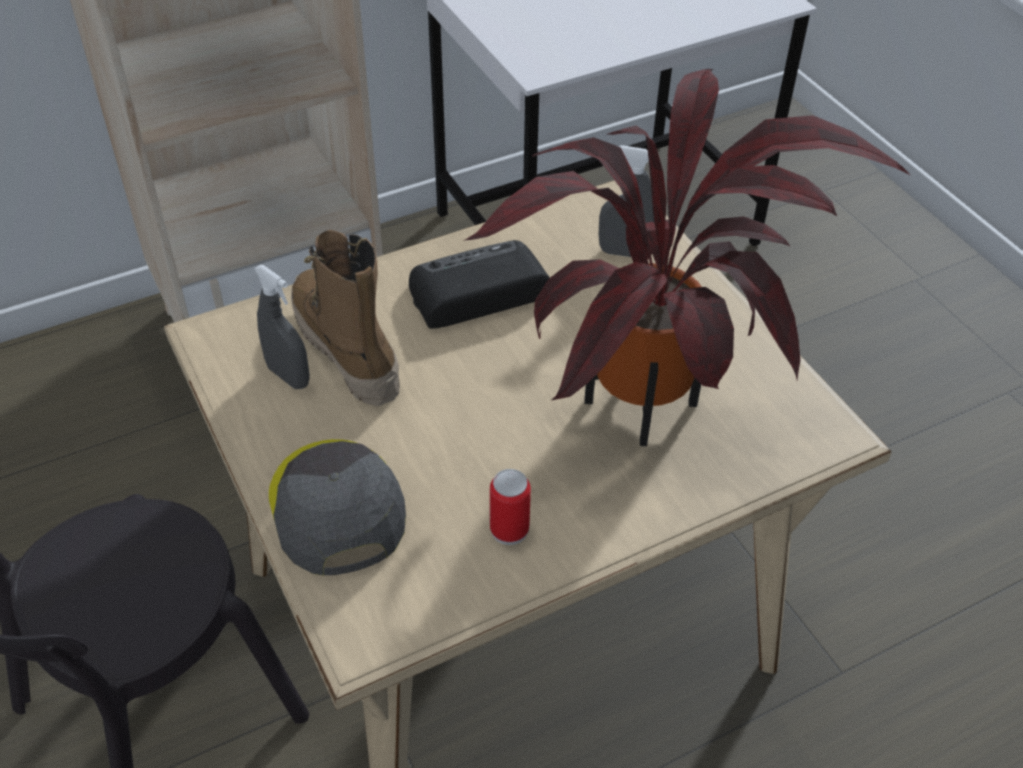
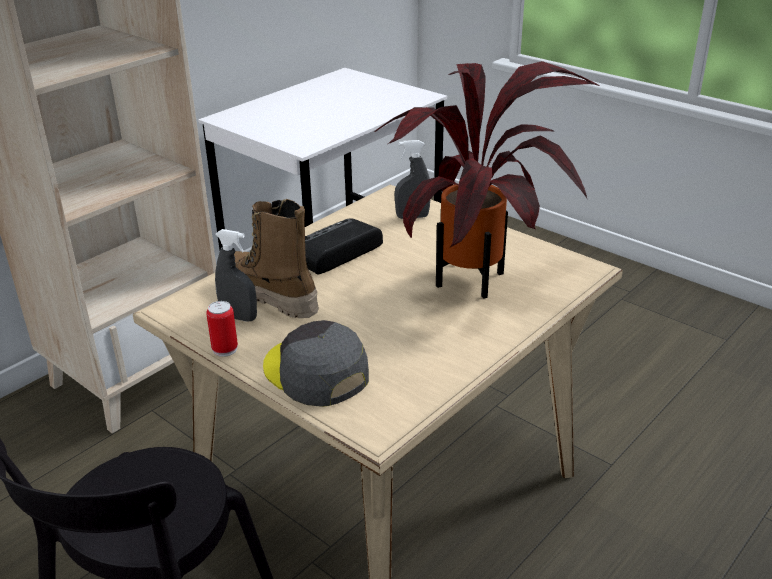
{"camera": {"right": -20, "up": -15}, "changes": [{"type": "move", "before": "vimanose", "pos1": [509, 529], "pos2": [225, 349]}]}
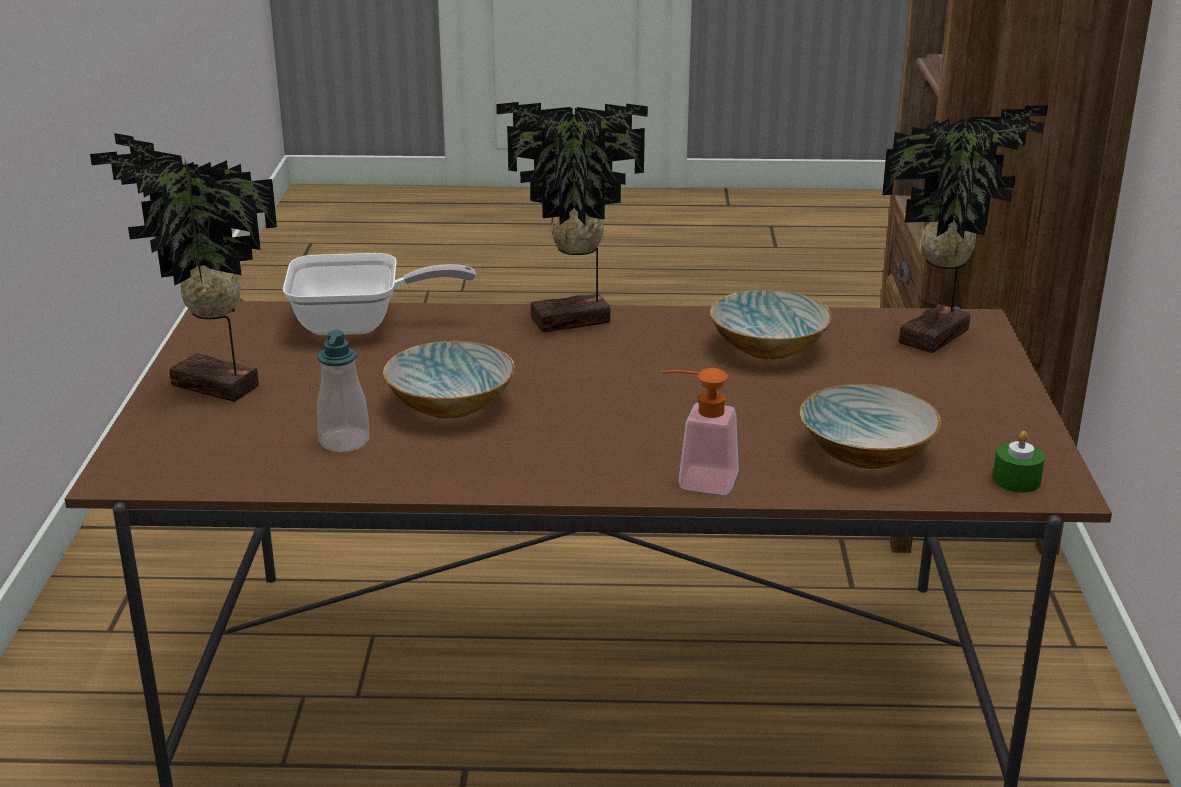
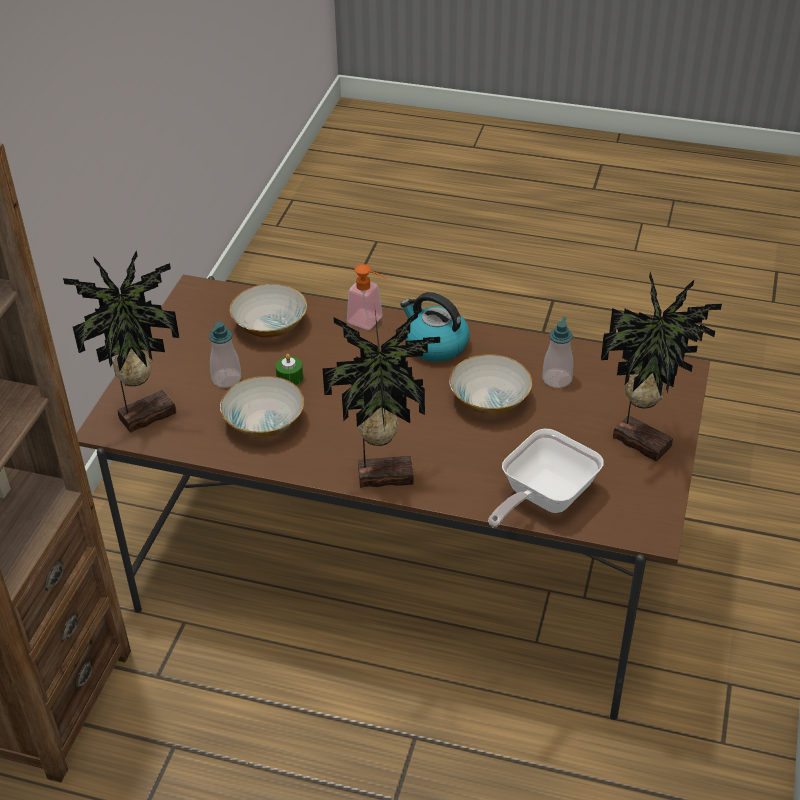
{"camera": {"right": -165, "up": 15}, "changes": [{"type": "insert", "after": "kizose", "pos2": [226, 379]}, {"type": "insert", "after": "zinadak", "pos2": [435, 345]}, {"type": "move", "before": "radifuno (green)", "pos1": [1016, 480], "pos2": [290, 378]}, {"type": "rotate", "before": "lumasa", "pos1": [359, 325], "pos2": [542, 498], "turn": -60}]}
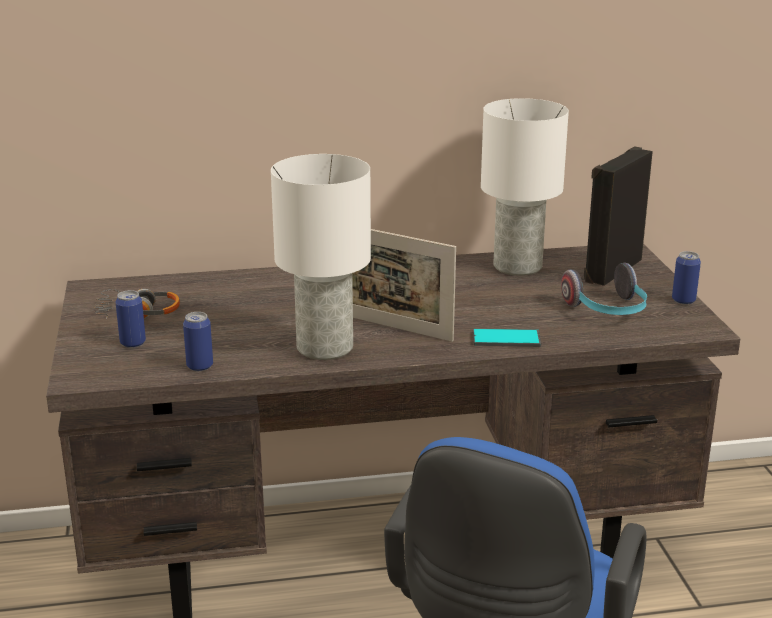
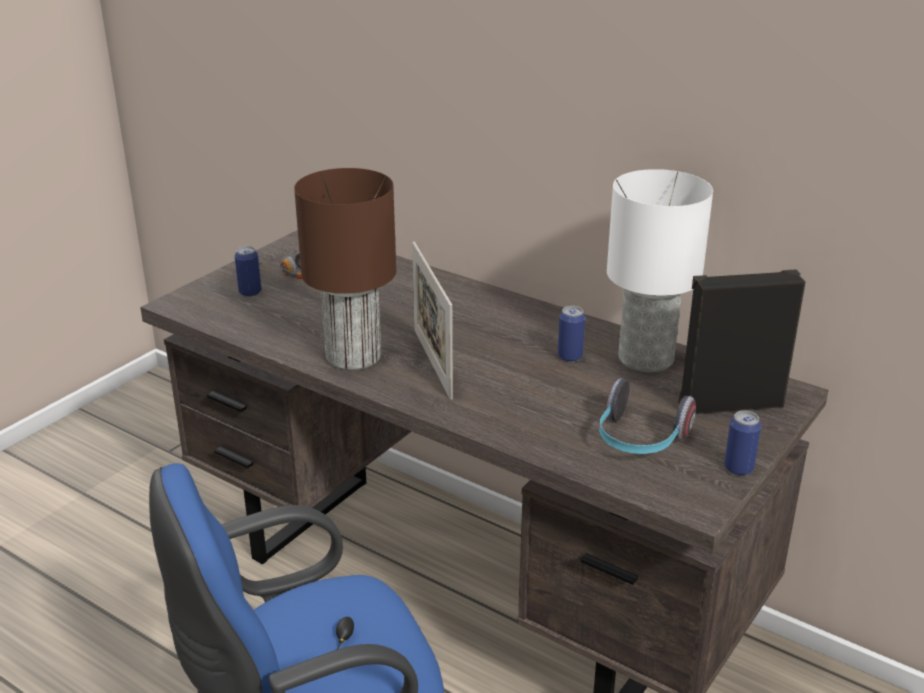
{"camera": {"right": 45, "up": 5}, "changes": [{"type": "delete", "before": "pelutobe", "pos1": [506, 339]}, {"type": "move", "before": "vimanose", "pos1": [200, 366], "pos2": [570, 356]}, {"type": "recolor", "before": "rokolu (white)", "after": "rokolu (brown)", "pos1": [326, 347], "pos2": [355, 357]}]}
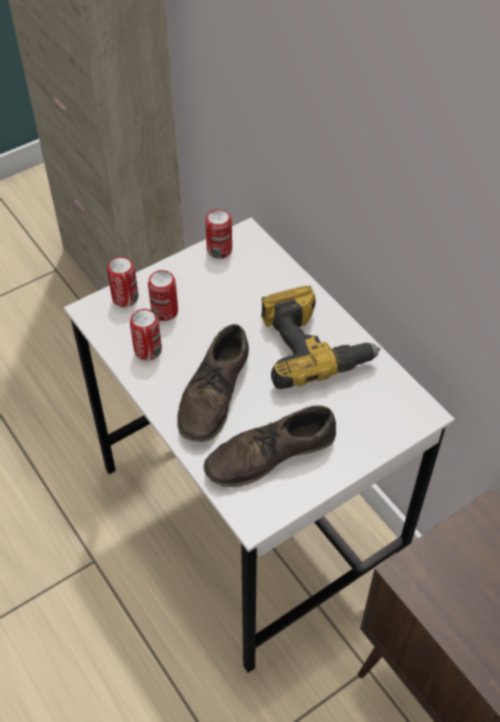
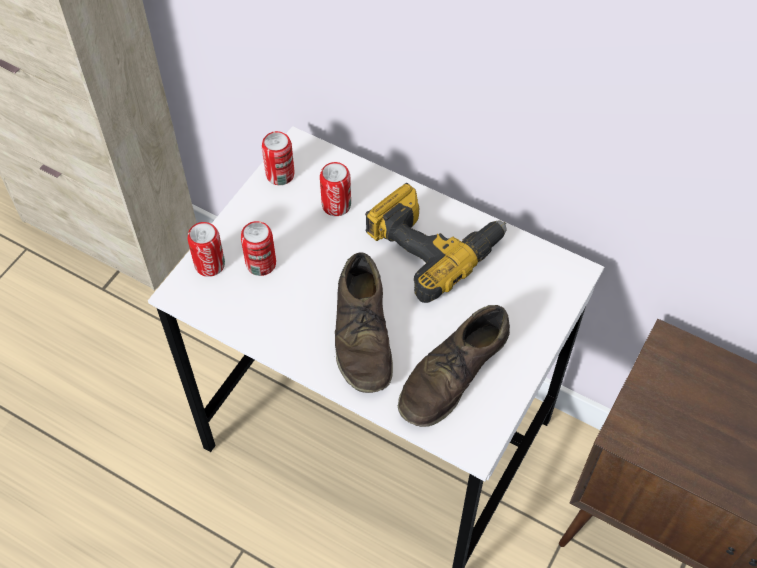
{"camera": {"right": -25, "up": 5}, "changes": [{"type": "move", "before": "vimanose", "pos1": [148, 350], "pos2": [336, 205]}]}
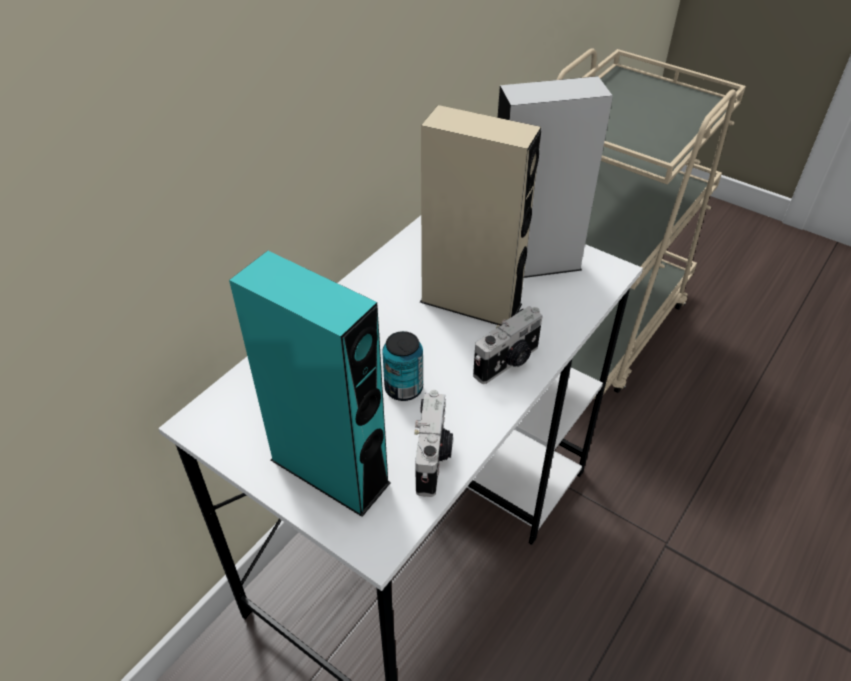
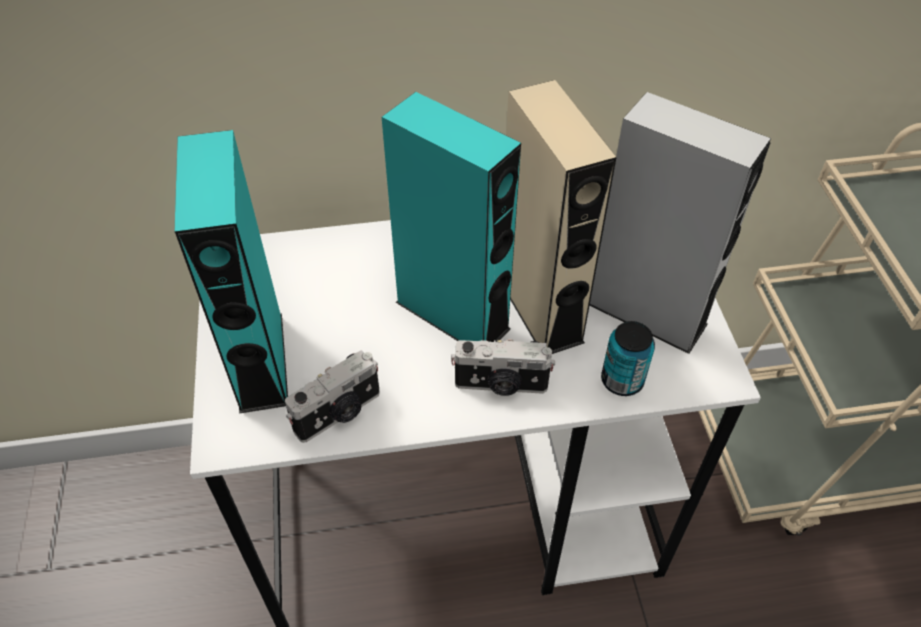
{"camera": {"right": 45, "up": 5}, "changes": [{"type": "insert", "after": "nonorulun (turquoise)", "pos2": [452, 315]}, {"type": "move", "before": "vimanose", "pos1": [403, 388], "pos2": [622, 380]}]}
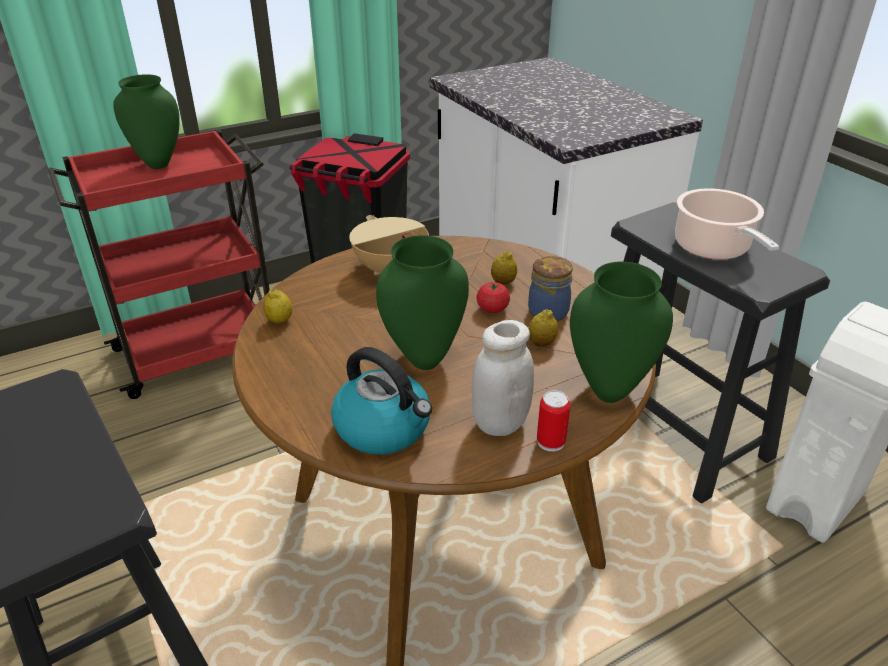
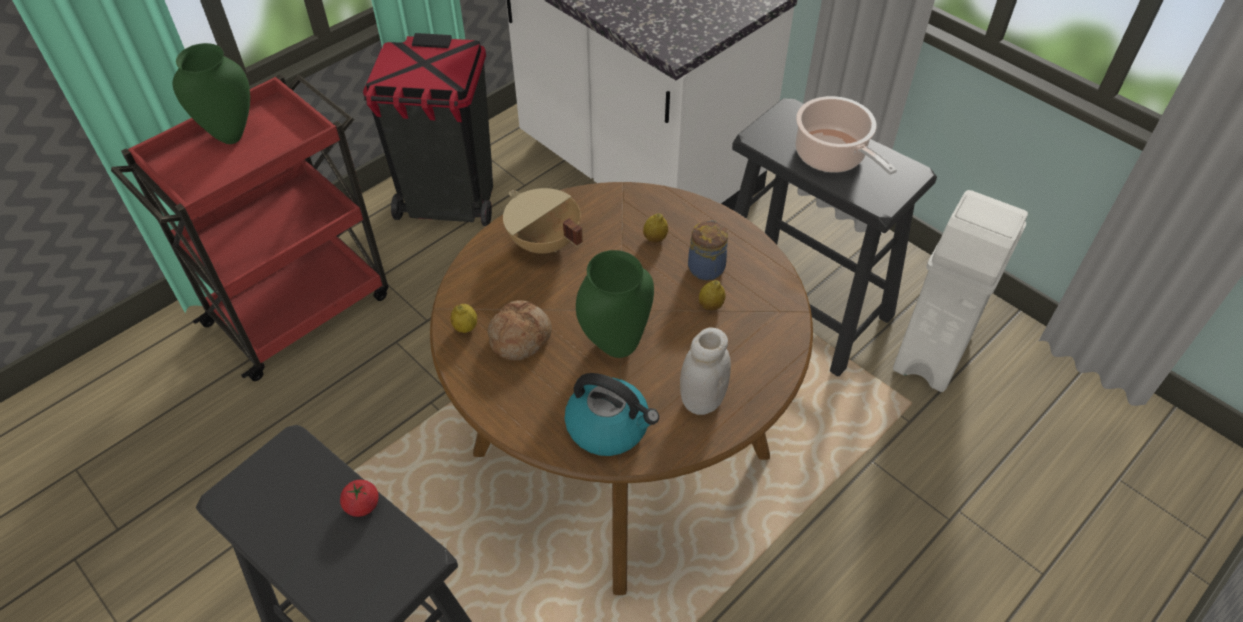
{"camera": {"right": -15, "up": 15}, "changes": [{"type": "delete", "before": "vimanose", "pos1": [550, 442]}, {"type": "delete", "before": "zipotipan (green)", "pos1": [608, 392]}, {"type": "insert", "after": "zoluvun", "pos2": [519, 336]}, {"type": "move", "before": "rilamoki", "pos1": [492, 309], "pos2": [362, 505]}]}
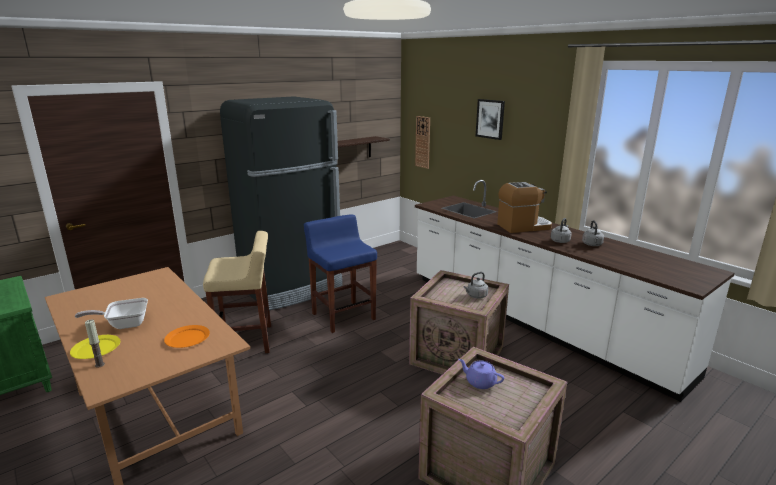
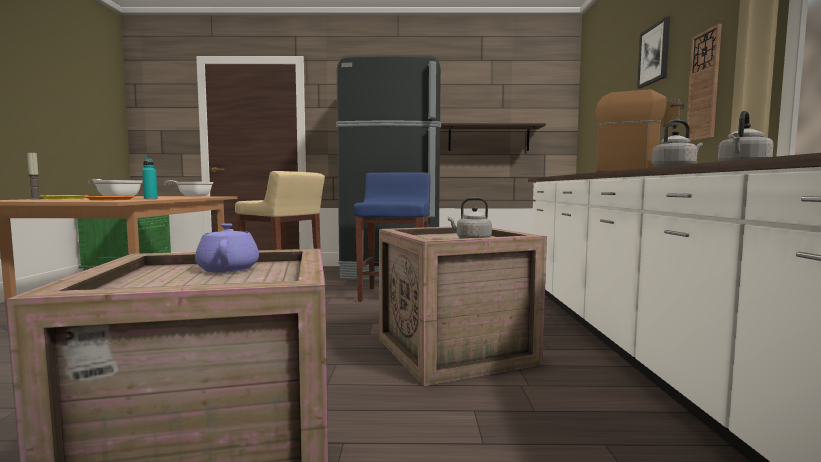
{"camera": {"right": 40, "up": -15}, "changes": [{"type": "insert", "after": "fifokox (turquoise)", "pos2": [150, 199]}, {"type": "insert", "after": "lumasa", "pos2": [192, 196]}, {"type": "move", "before": "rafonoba", "pos1": [423, 142], "pos2": [704, 85]}]}
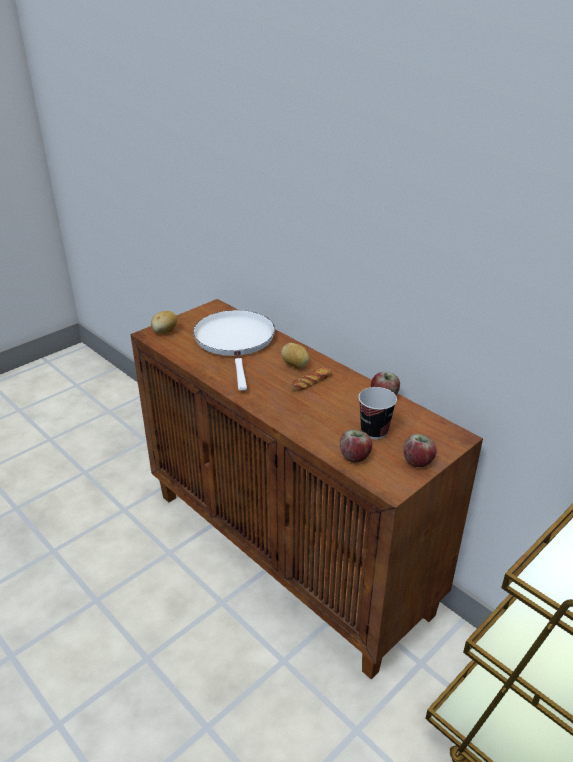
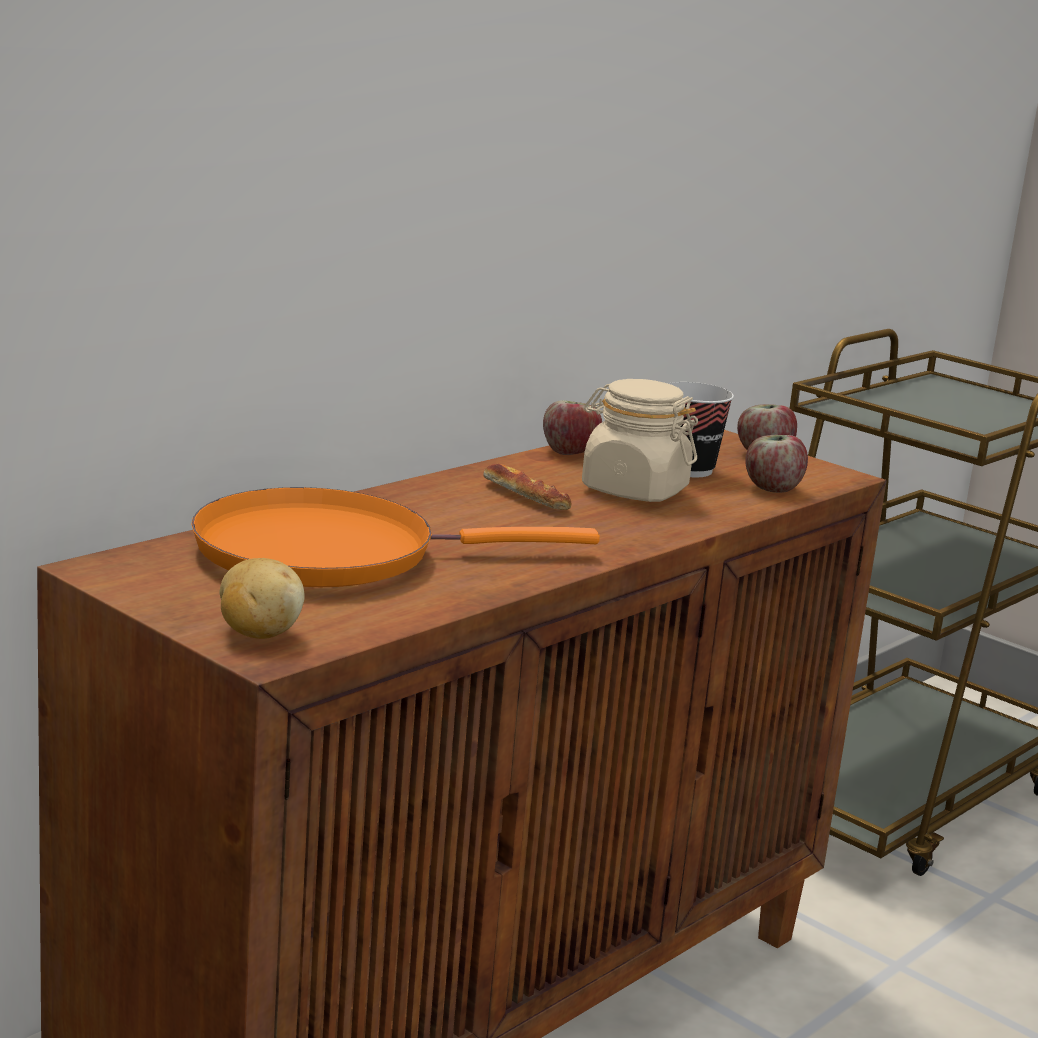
{"camera": {"right": -95, "up": -15}, "changes": [{"type": "delete", "before": "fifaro", "pos1": [295, 366]}, {"type": "insert", "after": "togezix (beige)", "pos2": [633, 490]}, {"type": "recolor", "before": "lumasa (white)", "after": "lumasa (orange)", "pos1": [235, 341], "pos2": [331, 552]}]}
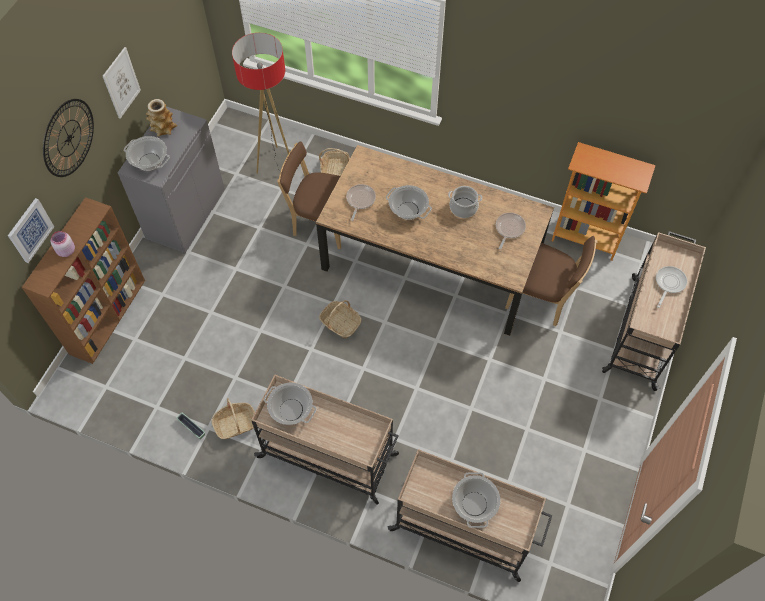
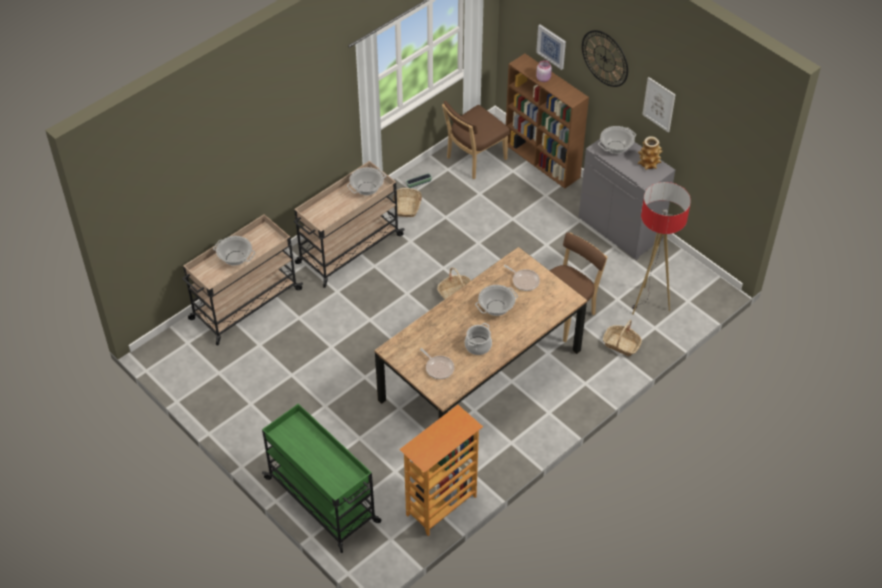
{"camera": {"right": 115, "up": -10}, "changes": [{"type": "delete", "before": "lumasa", "pos1": [668, 284]}, {"type": "move", "before": "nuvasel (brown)", "pos1": [542, 299], "pos2": [474, 159]}, {"type": "recolor", "before": "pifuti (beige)", "after": "pifuti (green)", "pos1": [643, 330], "pos2": [323, 501]}]}
